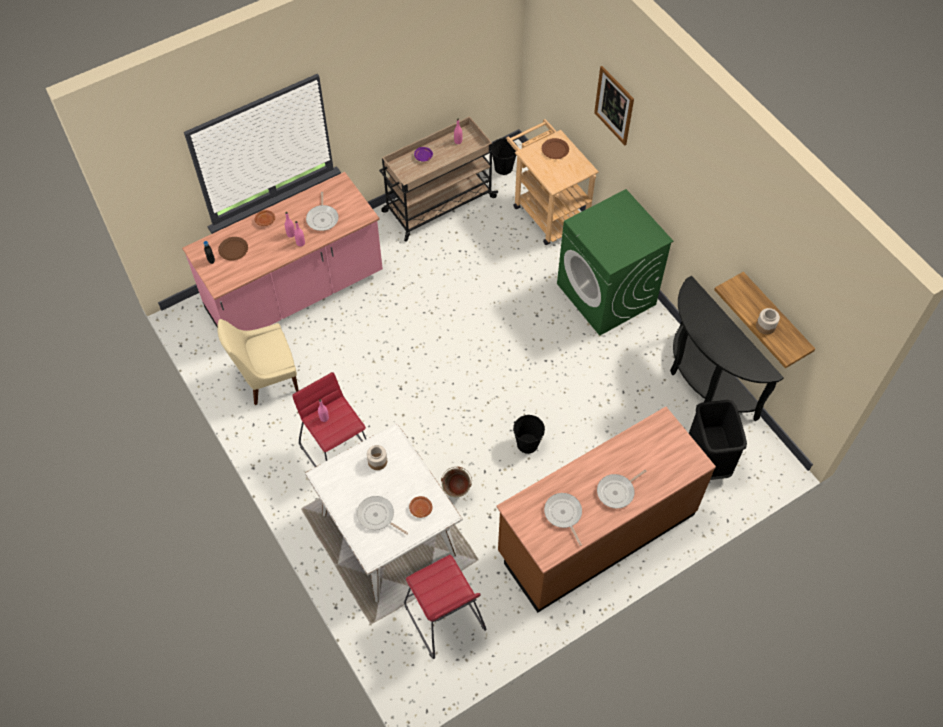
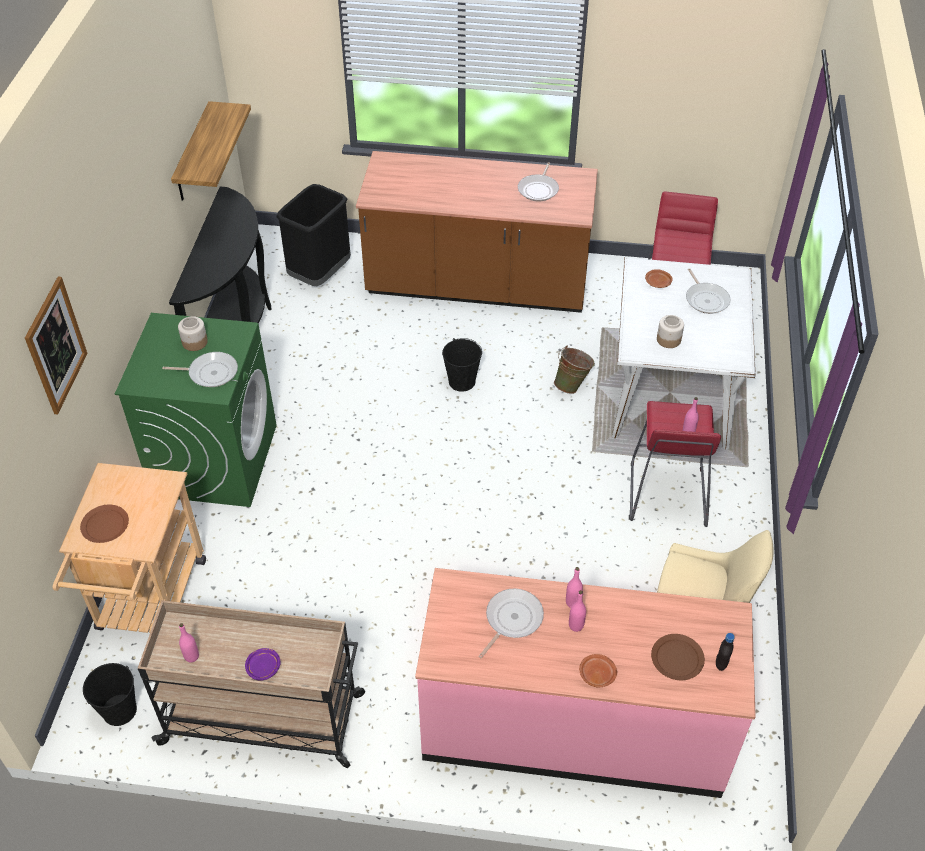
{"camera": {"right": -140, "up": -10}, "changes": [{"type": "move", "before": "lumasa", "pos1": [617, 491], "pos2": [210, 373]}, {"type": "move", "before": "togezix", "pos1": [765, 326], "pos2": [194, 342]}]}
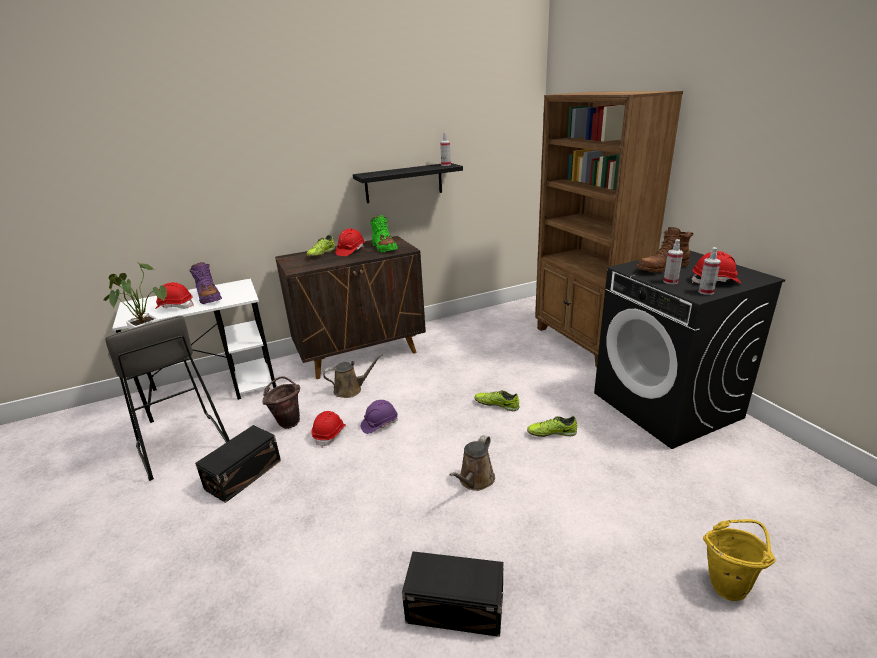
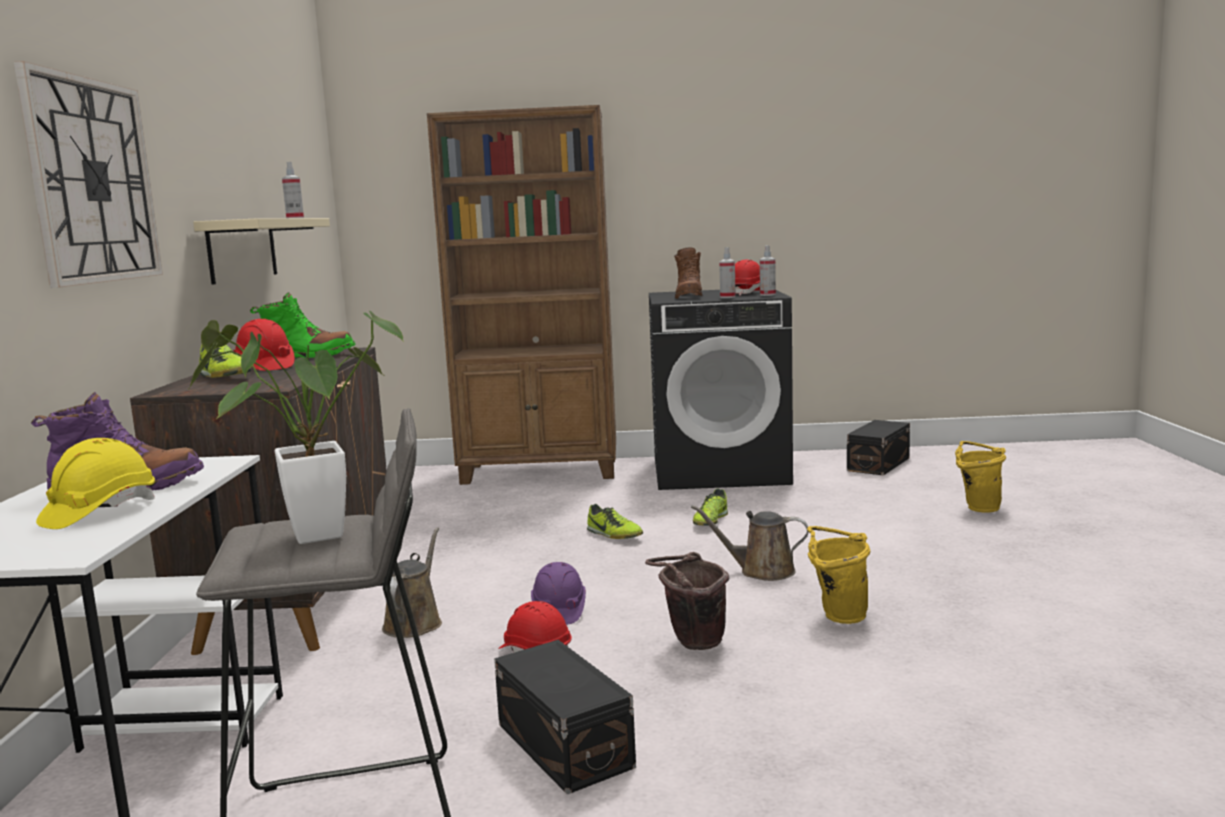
{"camera": {"right": -65, "up": -15}, "changes": [{"type": "insert", "after": "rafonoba", "pos2": [93, 181]}, {"type": "insert", "after": "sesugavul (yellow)", "pos2": [837, 615]}, {"type": "move", "before": "sesugavul (brown)", "pos1": [288, 421], "pos2": [691, 643]}, {"type": "move", "before": "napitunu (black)", "pos1": [456, 609], "pos2": [880, 464]}, {"type": "recolor", "before": "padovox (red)", "after": "padovox (yellow)", "pos1": [175, 306], "pos2": [99, 512]}, {"type": "recolor", "before": "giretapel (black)", "after": "giretapel (beige)", "pos1": [404, 183], "pos2": [242, 250]}, {"type": "rotate", "before": "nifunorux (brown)", "pos1": [475, 480], "pos2": [761, 571], "turn": 135}, {"type": "rotate", "before": "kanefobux", "pos1": [496, 404], "pos2": [614, 535], "turn": -90}]}
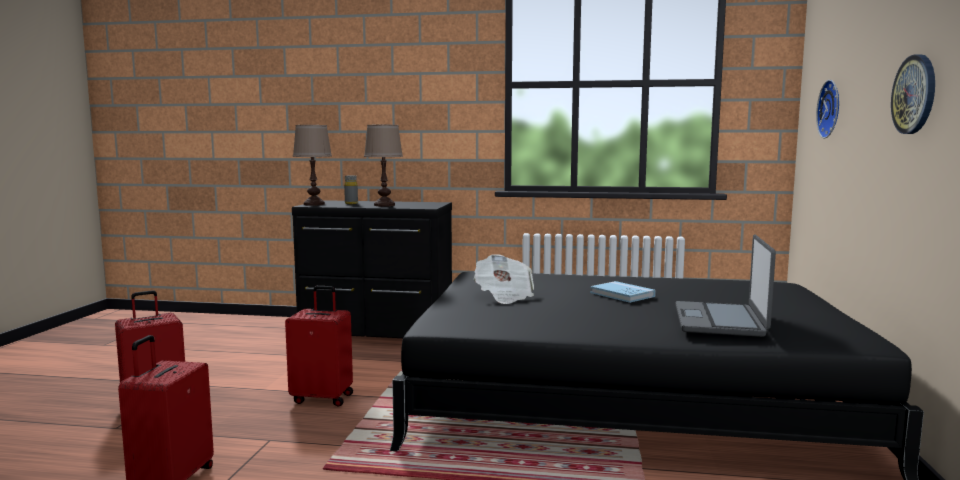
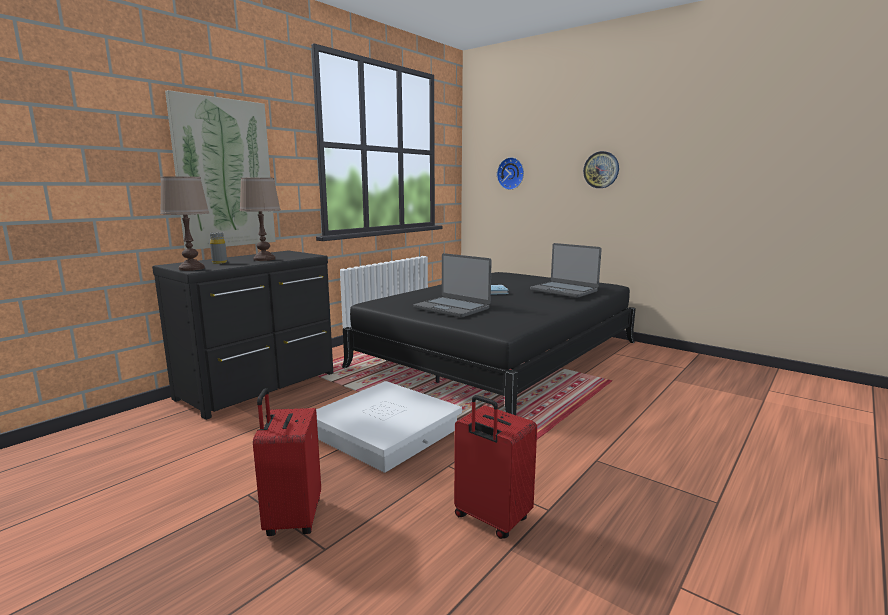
{"camera": {"right": -60, "up": 5}, "changes": [{"type": "insert", "after": "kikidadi", "pos2": [224, 174]}, {"type": "replace", "before": "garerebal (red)", "after": "napitunu (white)", "pos1": [323, 398], "pos2": [386, 432]}, {"type": "replace", "before": "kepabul", "after": "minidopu", "pos1": [504, 296], "pos2": [452, 308]}]}
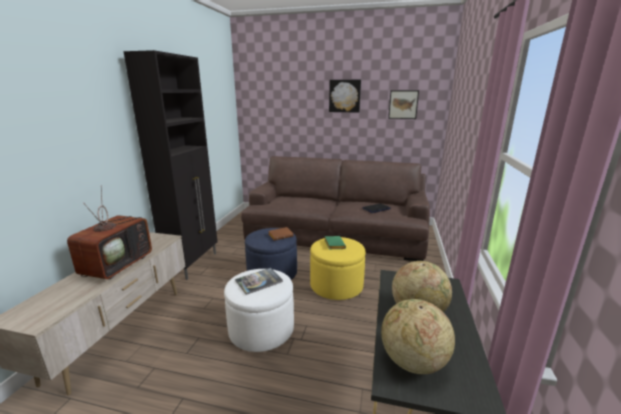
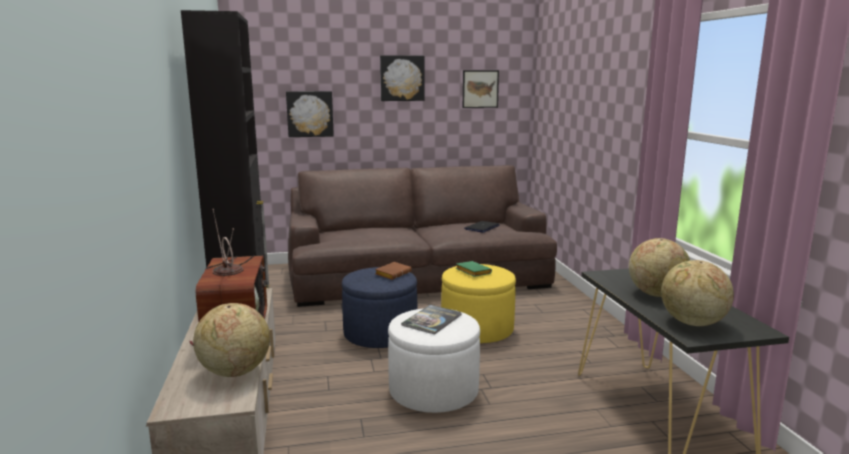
{"camera": {"right": -25, "up": -5}, "changes": [{"type": "insert", "after": "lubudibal", "pos2": [235, 372]}, {"type": "insert", "after": "kikidadi", "pos2": [310, 114]}]}
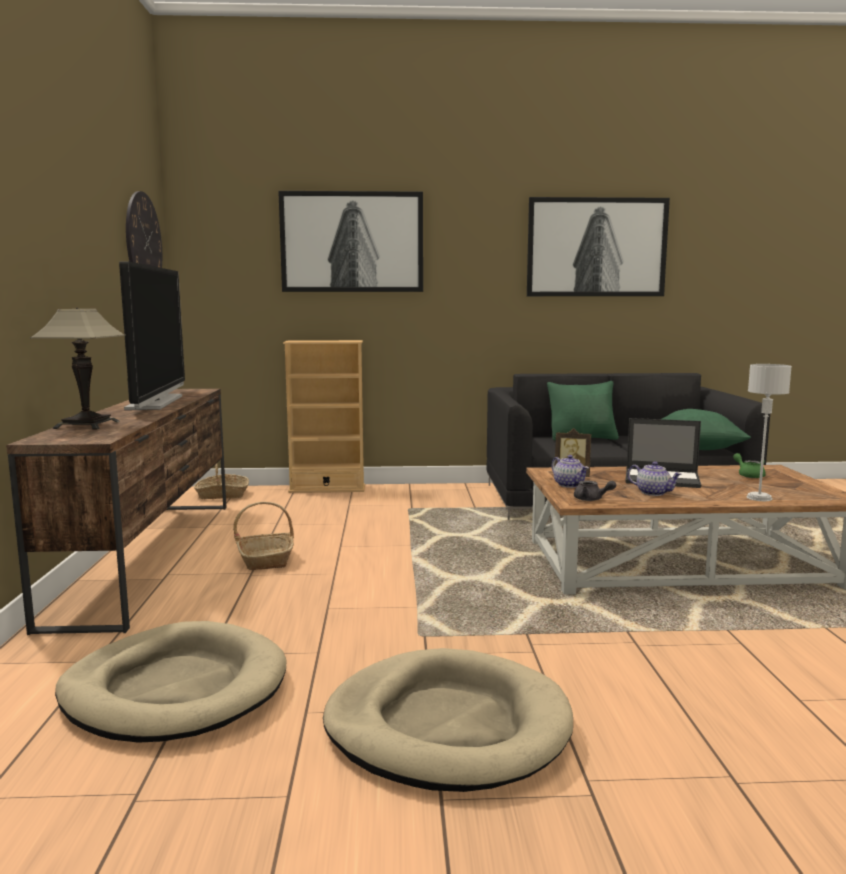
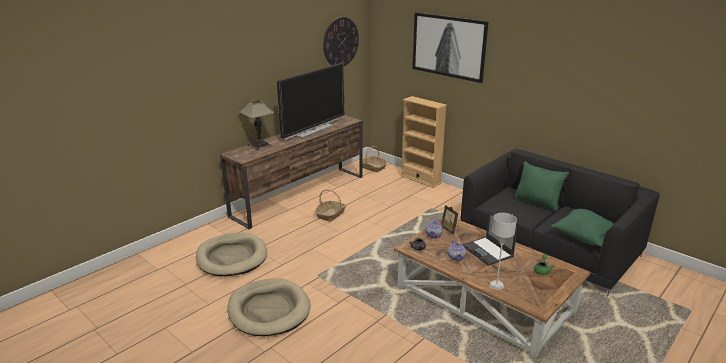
{"camera": {"right": 45, "up": 15}, "changes": [{"type": "delete", "before": "kikidadi", "pos1": [596, 247]}]}
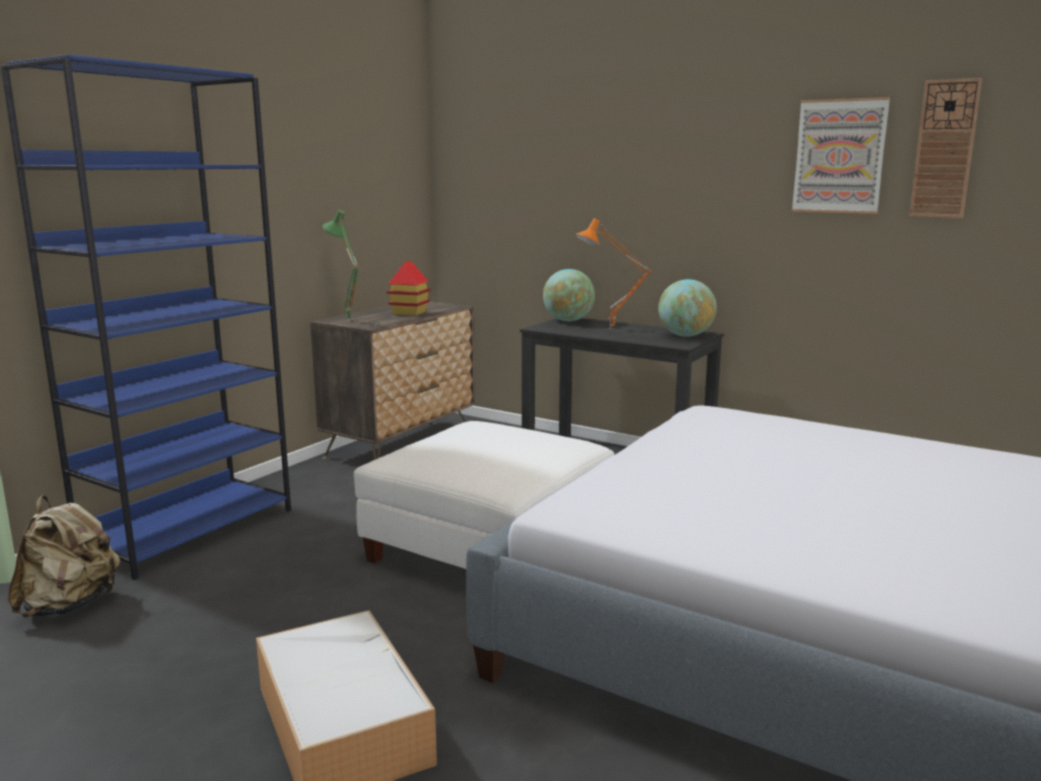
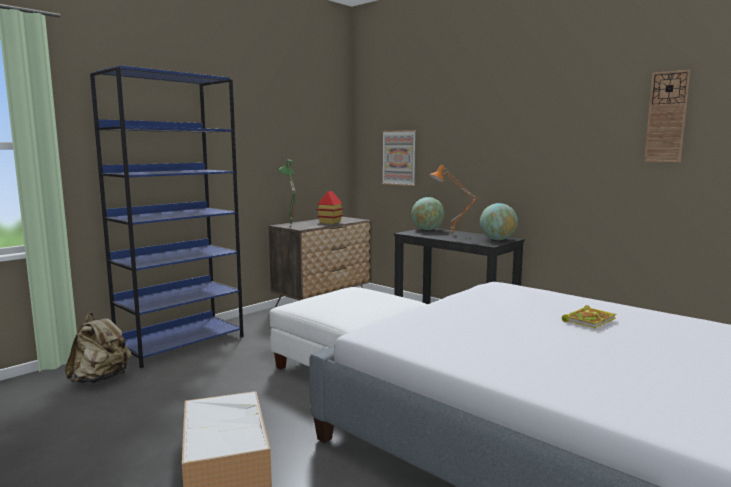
{"camera": {"right": 10, "up": -5}, "changes": [{"type": "insert", "after": "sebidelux", "pos2": [589, 320]}, {"type": "move", "before": "kikidadi", "pos1": [839, 156], "pos2": [399, 158]}]}
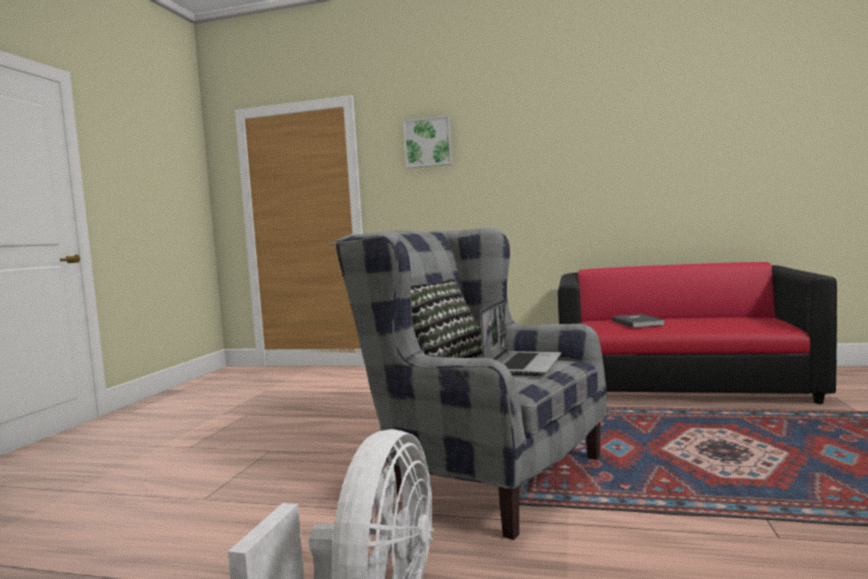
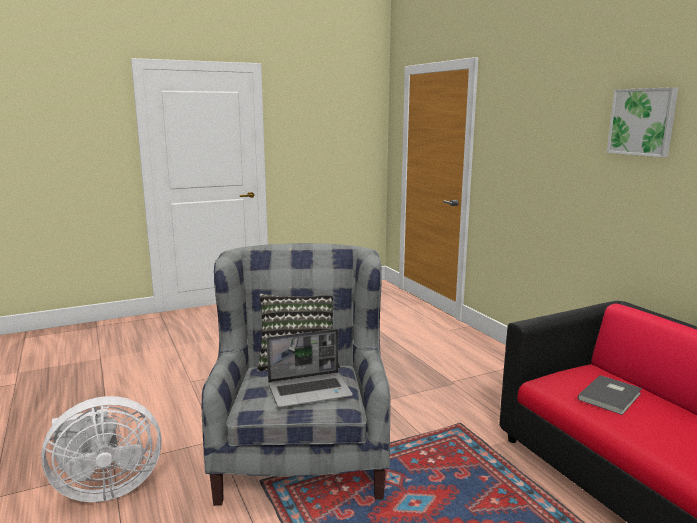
{"camera": {"right": 50, "up": 10}, "changes": [{"type": "move", "before": "kikidadi", "pos1": [428, 142], "pos2": [642, 122]}]}
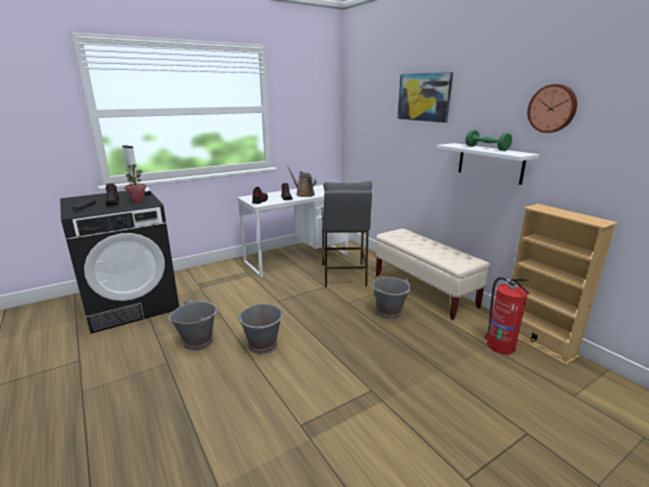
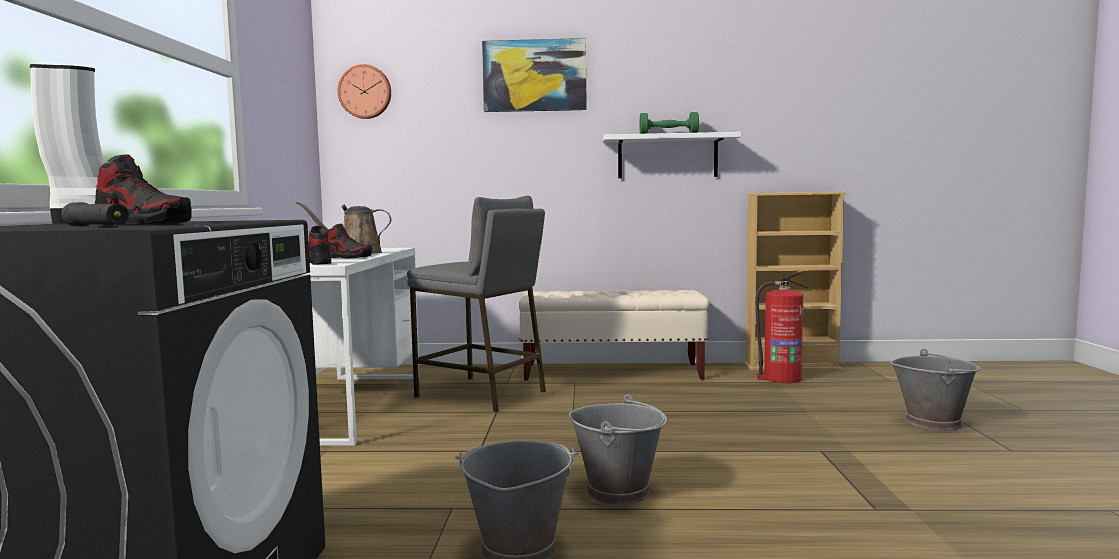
{"camera": {"right": -55, "up": -15}, "changes": [{"type": "delete", "before": "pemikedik", "pos1": [138, 200]}, {"type": "move", "before": "sesugavul (grey)", "pos1": [389, 312], "pos2": [933, 422]}, {"type": "move", "before": "rafonoba", "pos1": [552, 108], "pos2": [365, 92]}]}
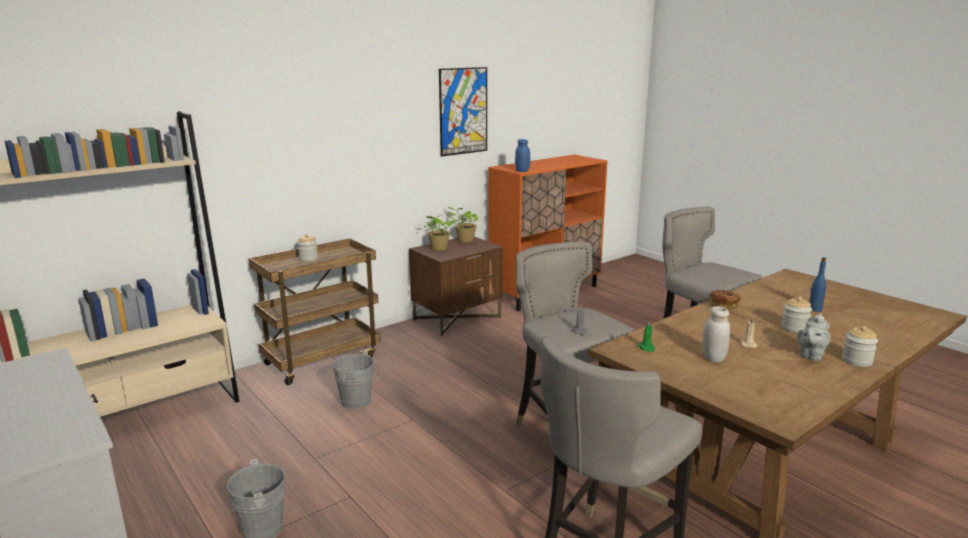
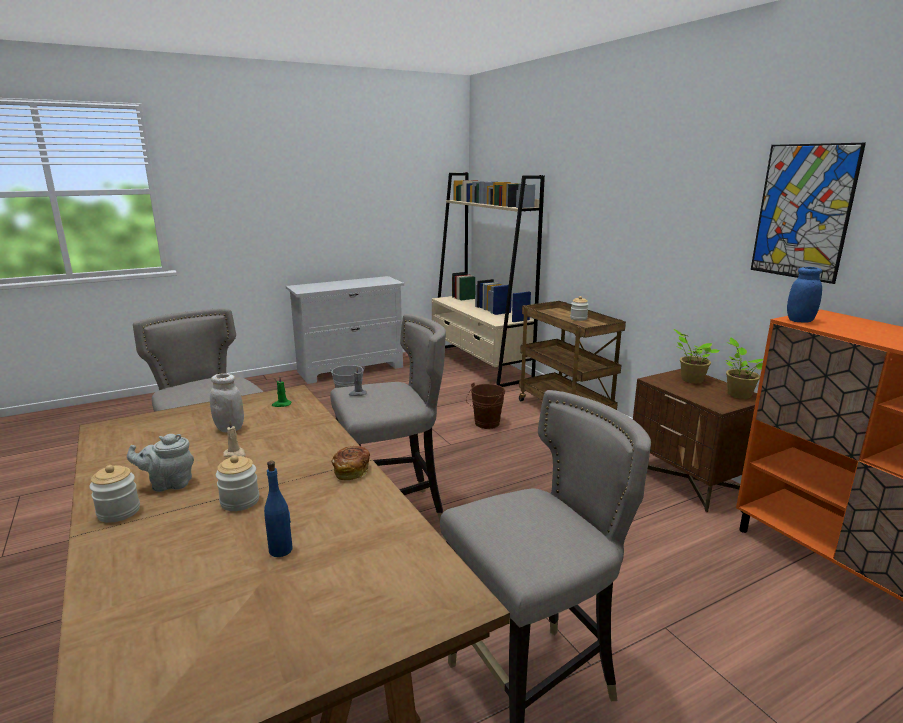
{"camera": {"right": 100, "up": 0}, "changes": [{"type": "recolor", "before": "sesugavul (grey)", "after": "sesugavul (brown)", "pos1": [359, 402], "pos2": [485, 424]}, {"type": "rotate", "before": "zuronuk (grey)", "pos1": [810, 355], "pos2": [169, 484], "turn": -60}]}
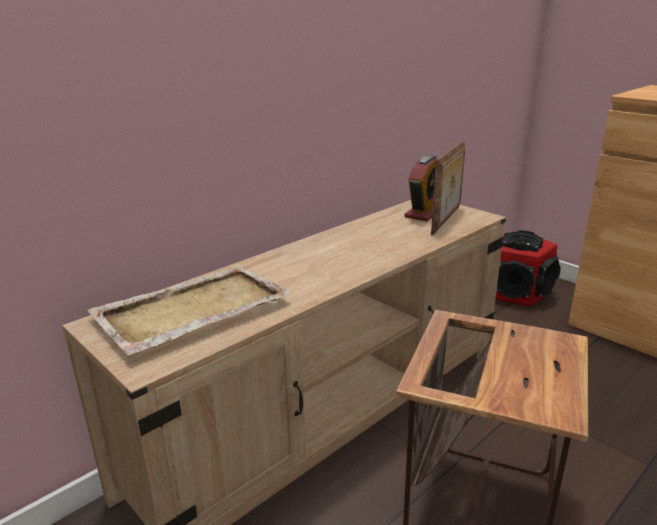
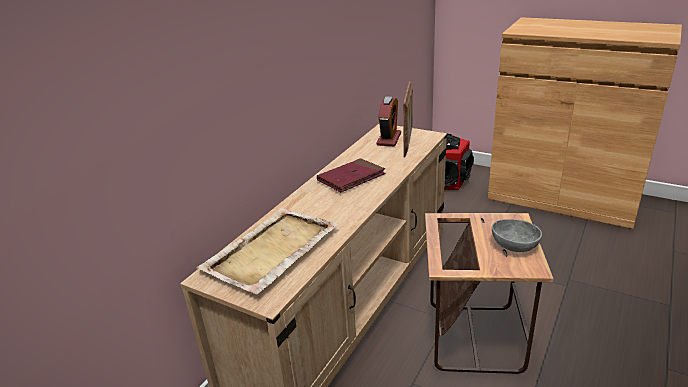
{"camera": {"right": -15, "up": 5}, "changes": [{"type": "insert", "after": "sebidelux (red)", "pos2": [351, 178]}, {"type": "insert", "after": "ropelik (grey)", "pos2": [514, 245]}]}
